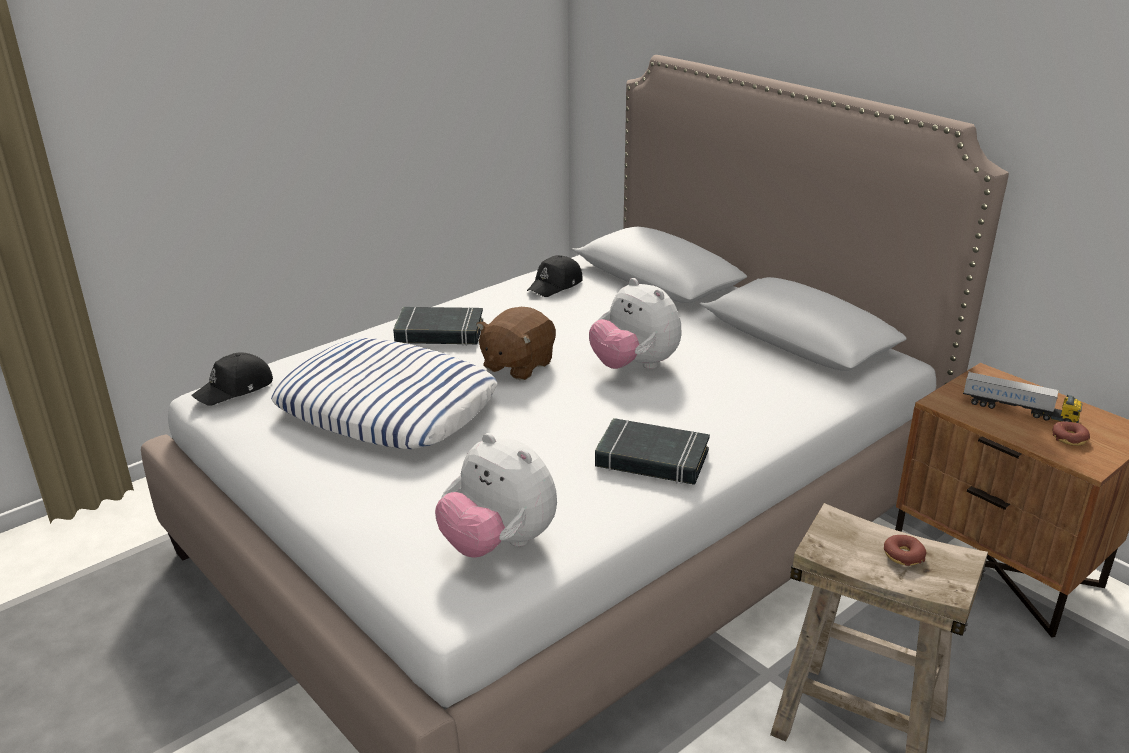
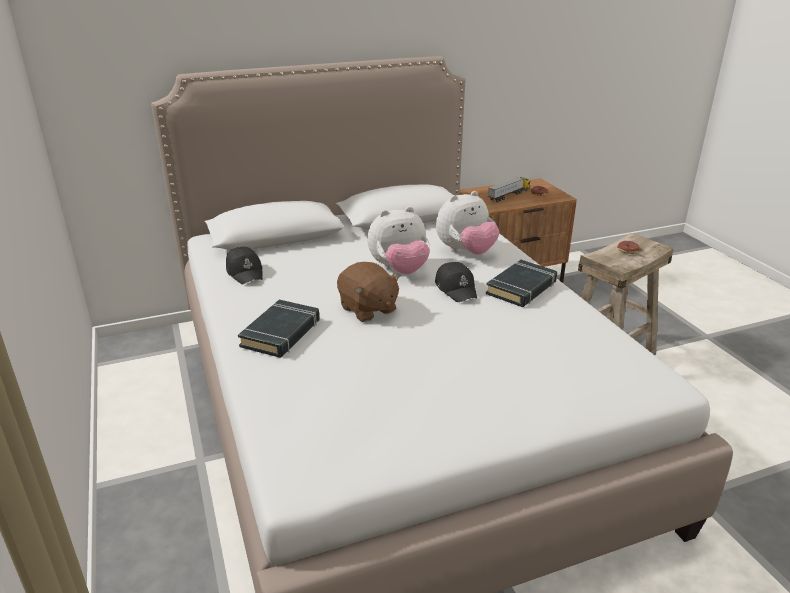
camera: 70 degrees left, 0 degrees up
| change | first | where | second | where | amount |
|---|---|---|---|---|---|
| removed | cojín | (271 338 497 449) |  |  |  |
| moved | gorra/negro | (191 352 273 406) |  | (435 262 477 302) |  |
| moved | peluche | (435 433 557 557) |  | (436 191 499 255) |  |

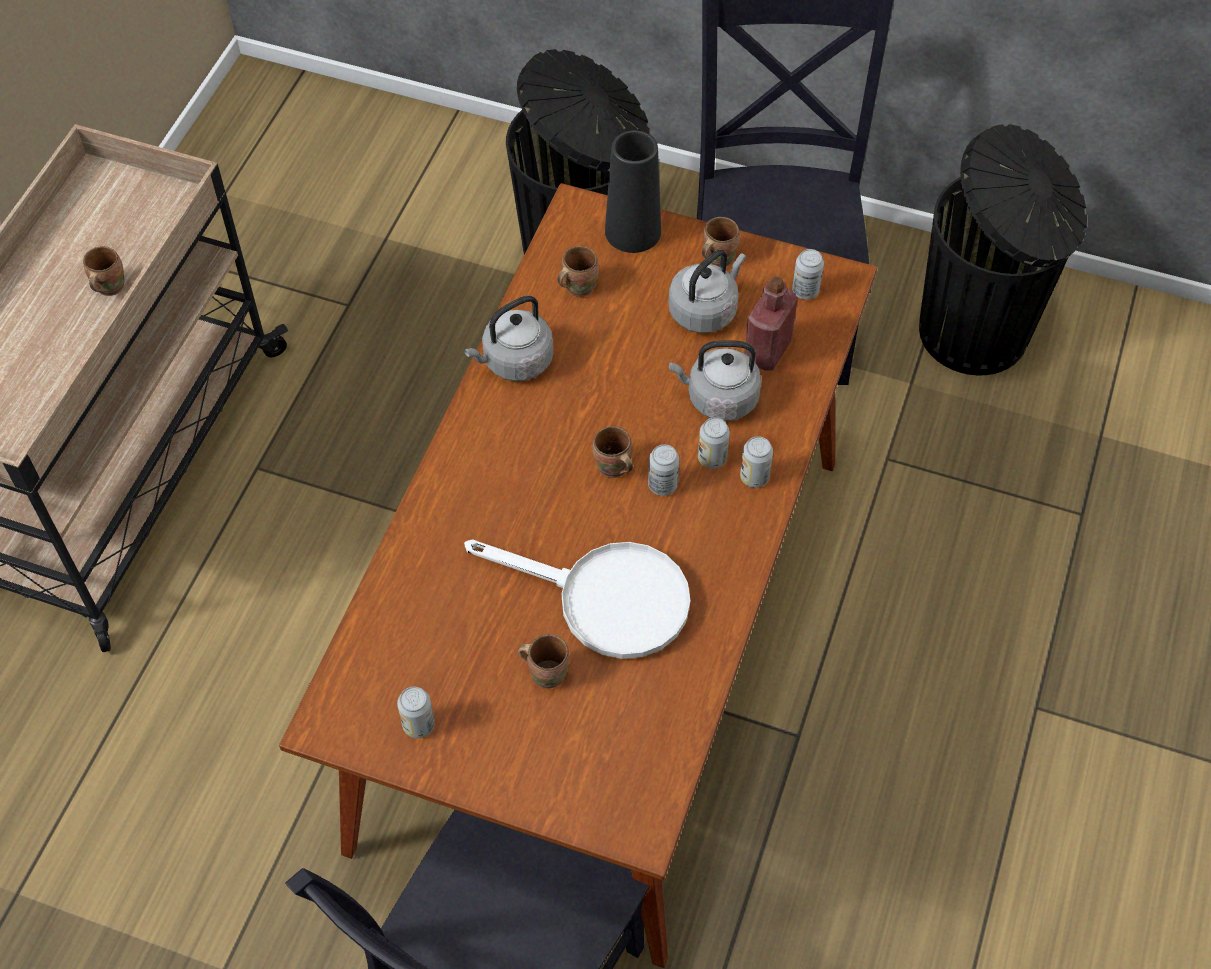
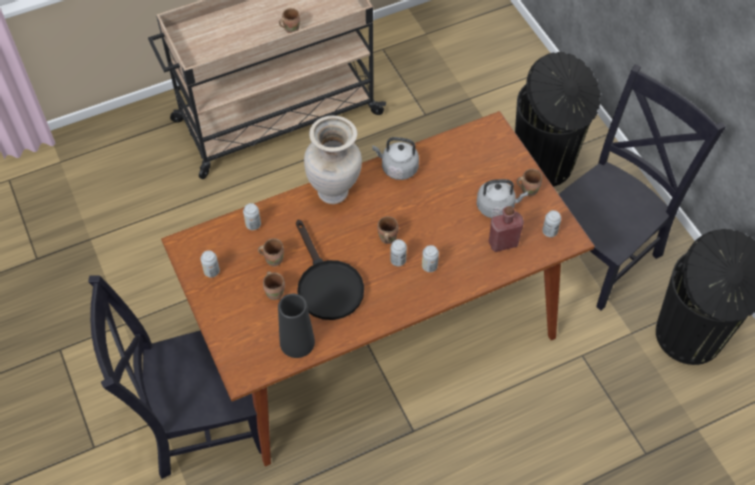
camera: 45 degrees right, 0 degrees up
| change | first | where | second | where | amount |
|---|---|---|---|---|---|
| moved | florero/negro | (605 130 661 253) |  | (278 294 315 358) |  |
| moved | taza grande/marrón | (558 246 599 297) |  | (258 238 284 267) |  |
| removed | hervidor/gris | (669 340 761 421) |  |  |  |
| moved | lata | (740 436 773 488) |  | (243 203 261 230) |  |
| recoloured | sartén/blanco | (464 539 690 659) | sartén/negro | (296 219 364 320) |  |
| added |  |  | florero/beis | (304 116 362 204) |  |

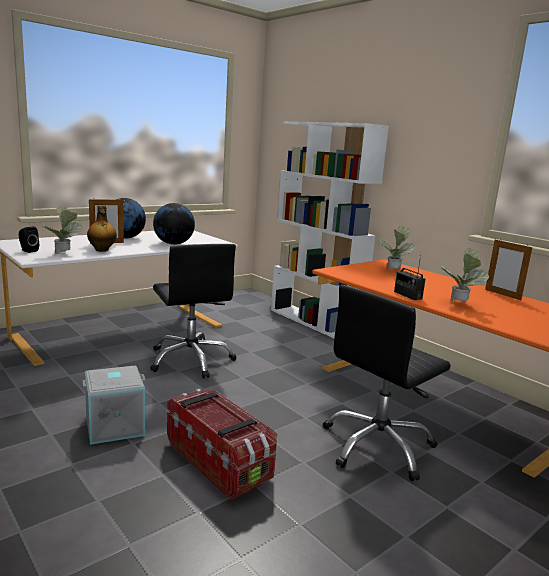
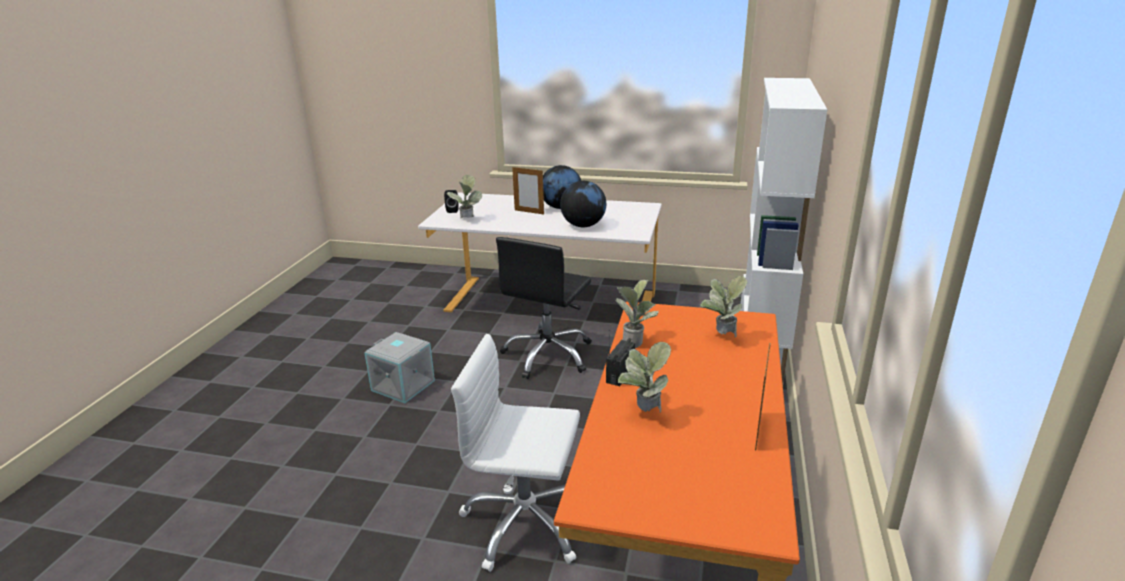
camera: 55 degrees right, 10 degrees up
| change | first | where | second | where | amount |
|---|---|---|---|---|---|
| removed | botella | (87 205 117 252) |  |  |  |
| recoloured | silla de oficina/negro | (323 285 451 481) | silla de oficina/blanco | (451 334 580 572) |  |
| removed | caja de almacenaje | (167 389 277 500) |  |  |  |
| added |  |  | planta en maceta | (615 280 659 348) |  |

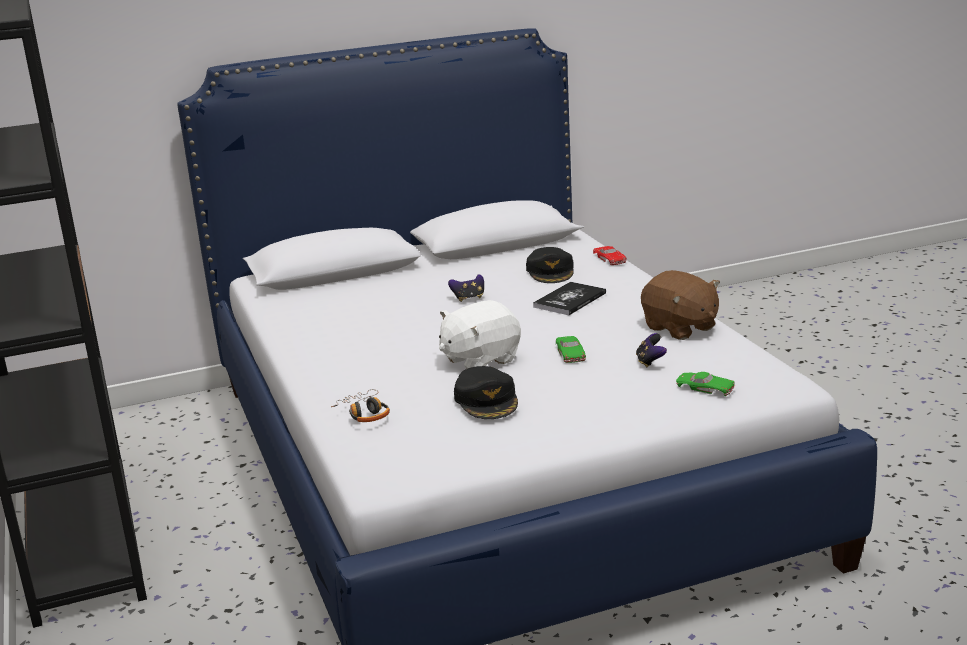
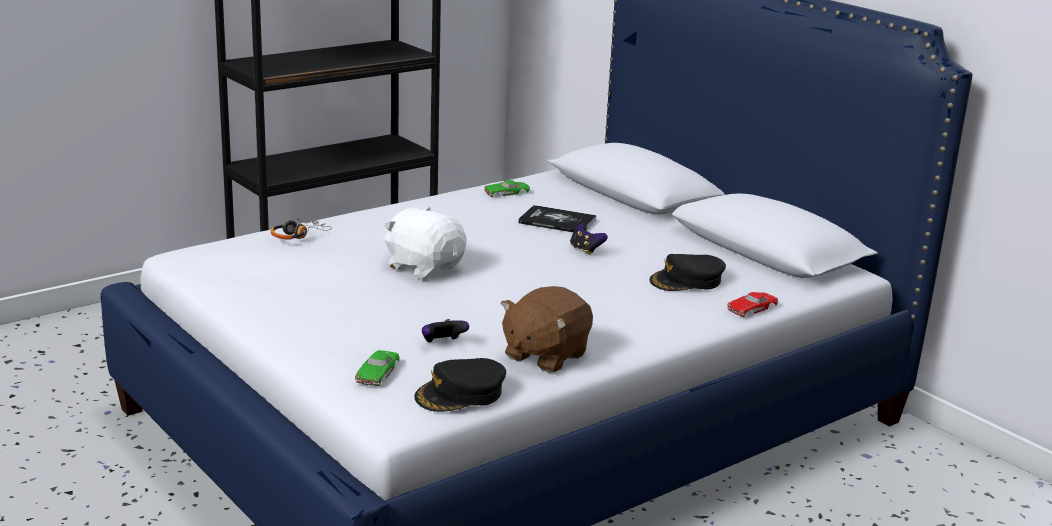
camera: 70 degrees right, 0 degrees up
| change | first | where | second | where | amount |
|---|---|---|---|---|---|
| moved | libro | (533 282 606 315) |  | (519 205 597 232) |  |
| moved | coche de juguete/verde | (556 336 586 363) |  | (484 180 530 197) |  |
| moved | gorra/negro | (454 366 518 419) |  | (414 358 506 412) |  |

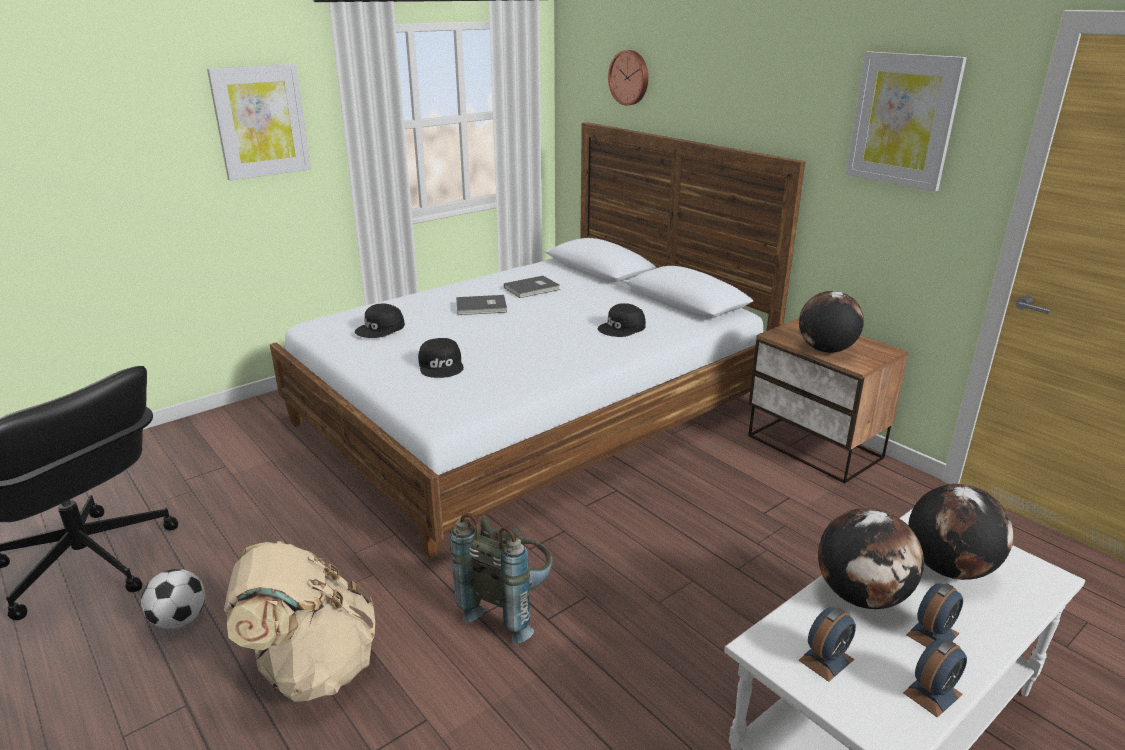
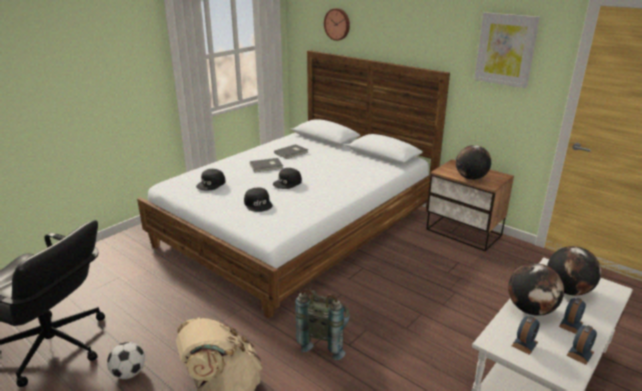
camera: 10 degrees left, 0 degrees up
| change | first | where | second | where | amount |
|---|---|---|---|---|---|
| removed | cuadro | (207 64 311 181) |  |  |  |
| moved | gorra/negro | (598 303 646 337) |  | (273 168 302 189) |  |

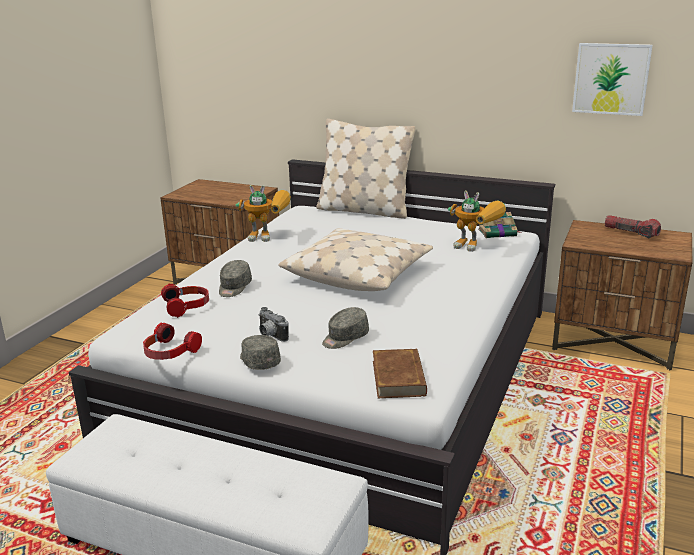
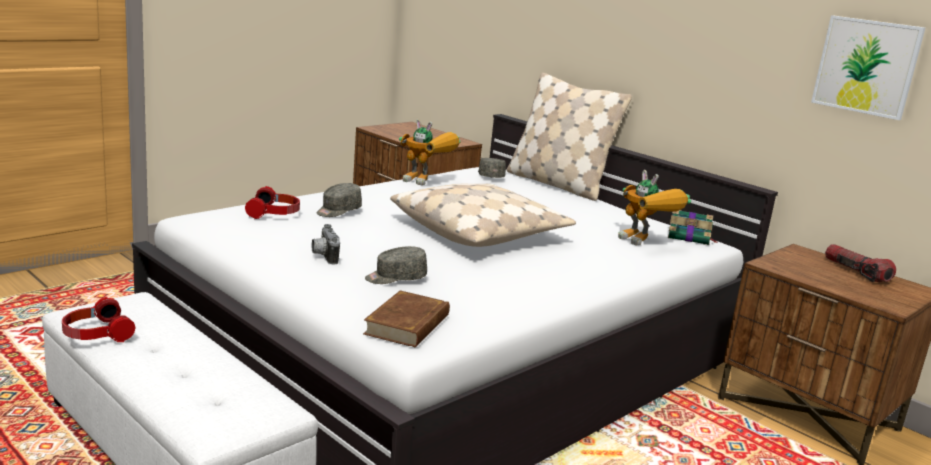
camera: 20 degrees right, 5 degrees down
| change | first | where | second | where | amount |
|---|---|---|---|---|---|
| moved | auriculares | (143 323 202 360) |  | (62 297 136 342) |  |
| moved | gorra/gris | (240 335 281 370) |  | (478 158 506 178) |  |

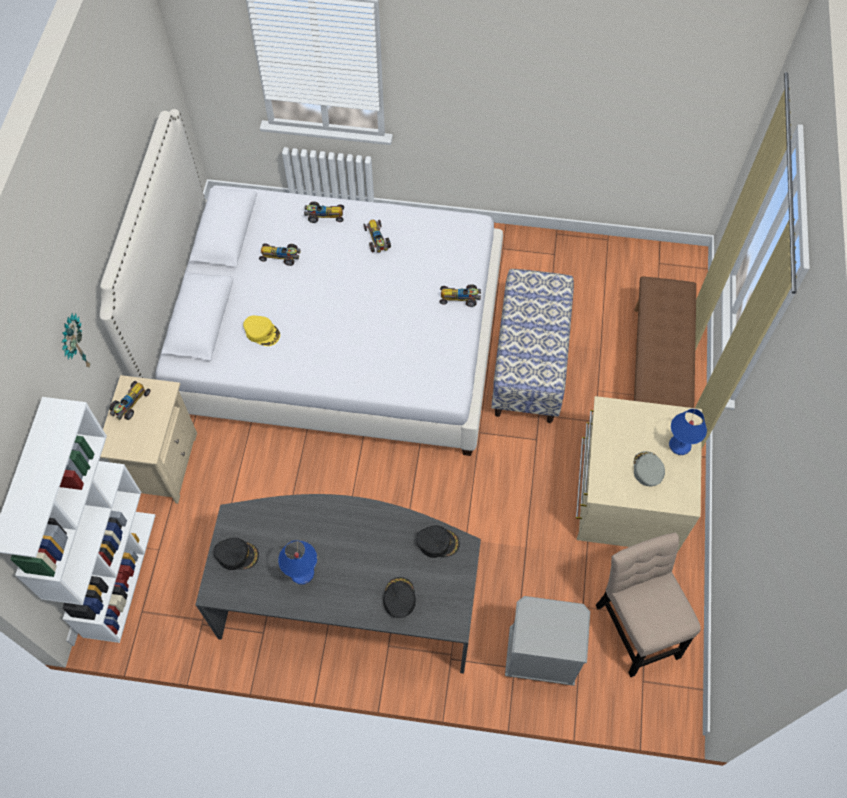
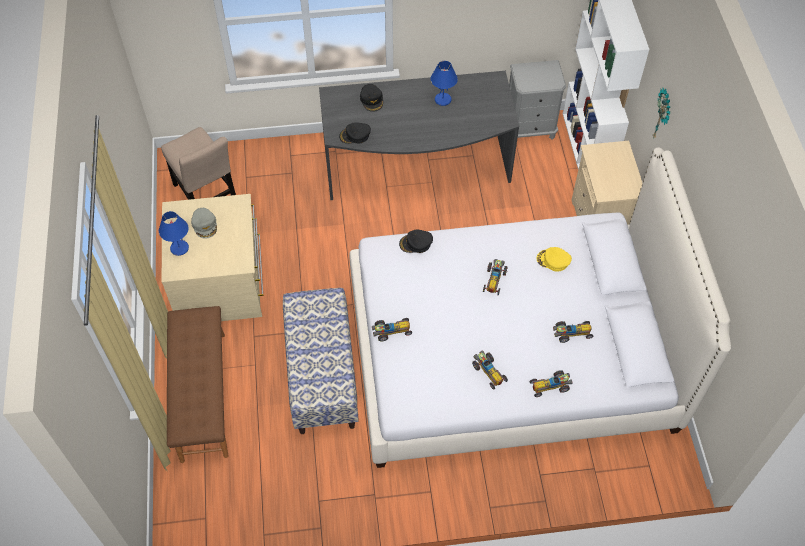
camera: 165 degrees right, 5 degrees down
| change | first | where | second | where | amount |
|---|---|---|---|---|---|
| moved | coche de juguete | (110 381 151 420) |  | (483 259 508 295) |  |
| moved | gorra/negro | (214 538 259 570) |  | (399 230 433 253) |  |
| moved | mesita de noche/gris | (505 596 590 686) |  | (509 60 566 140) |  |

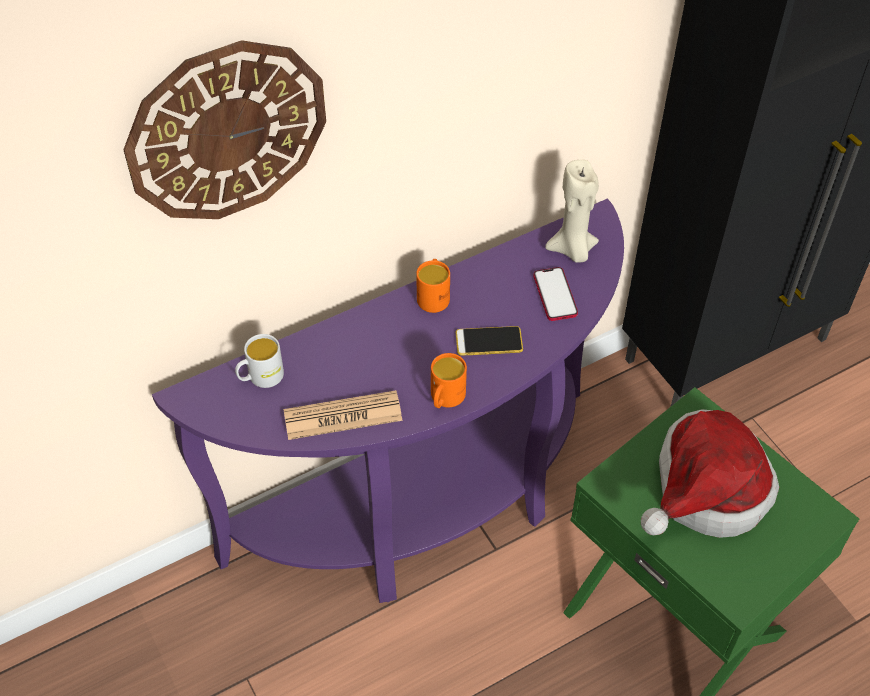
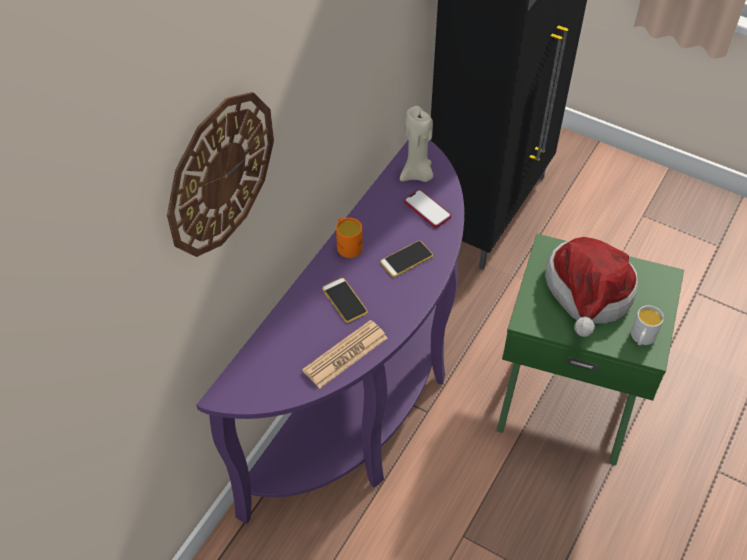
camera: 30 degrees left, 0 degrees up
| change | first | where | second | where | amount |
|---|---|---|---|---|---|
| moved | taza grande/blanco | (235 334 284 388) |  | (631 305 664 345) |  |
| removed | taza grande/naranja | (431 353 467 408) |  |  |  |
| added |  |  | móvil | (322 278 368 323) |  |

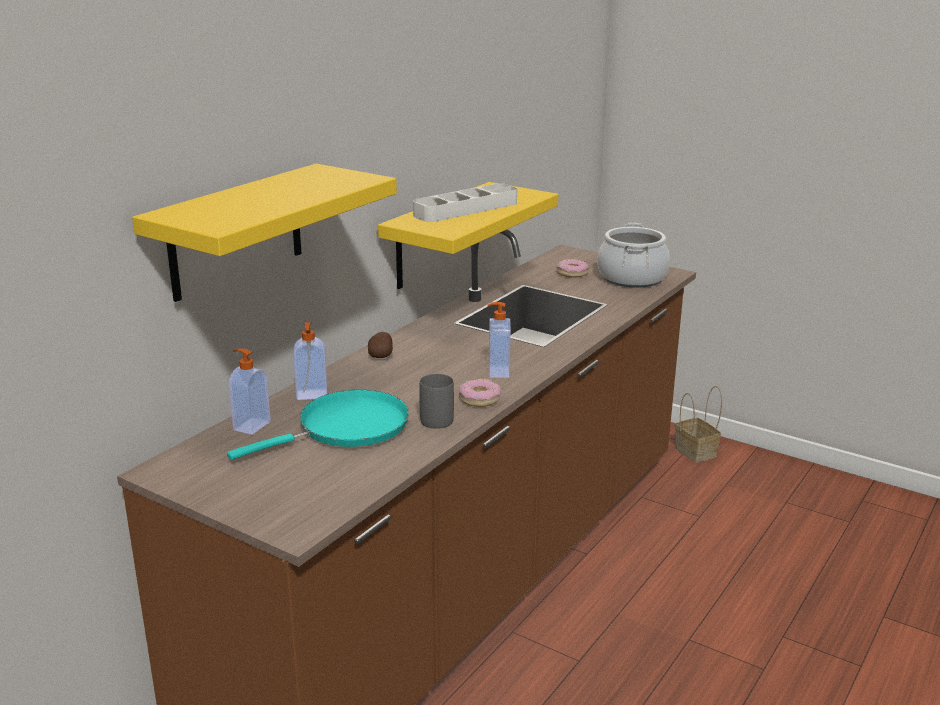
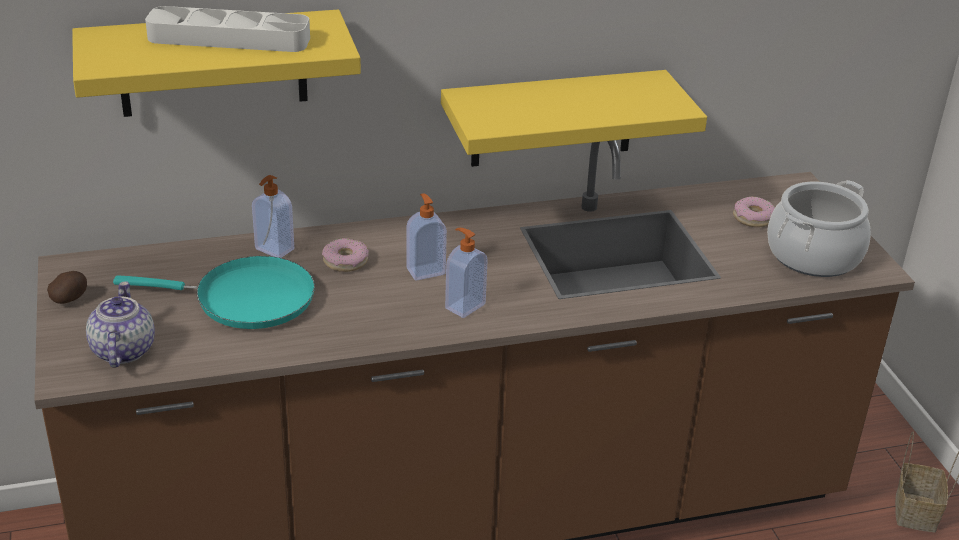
camera: 40 degrees right, 10 degrees up
| change | first | where | second | where | amount |
|---|---|---|---|---|---|
| moved | bandeja/blanco | (413 183 517 222) |  | (145 6 310 52) |  |
| moved | patata | (368 332 393 358) |  | (47 271 87 304) |  |
| moved | dispensador de jabón | (229 348 271 435) |  | (406 193 447 281) |  |
| removed | taza grande/gris | (419 374 454 429) |  |  |  |
| moved | rosquilla | (459 379 501 407) |  | (322 238 369 272) |  |
| added |  |  | tetera | (86 281 155 368) |  |

